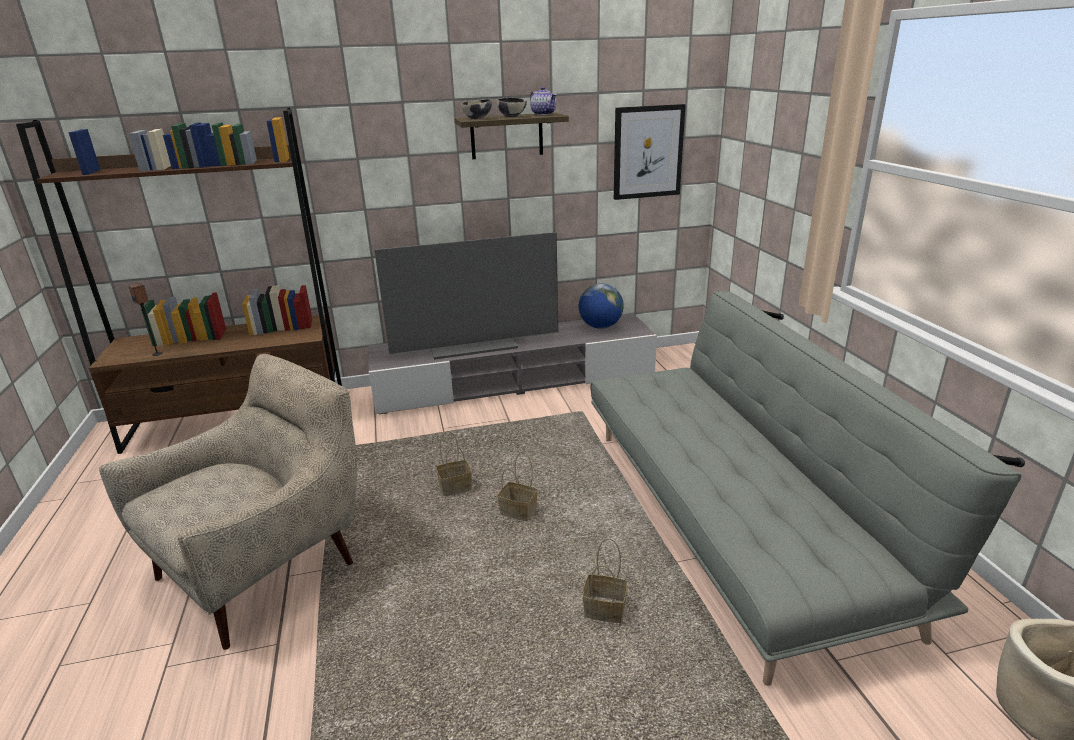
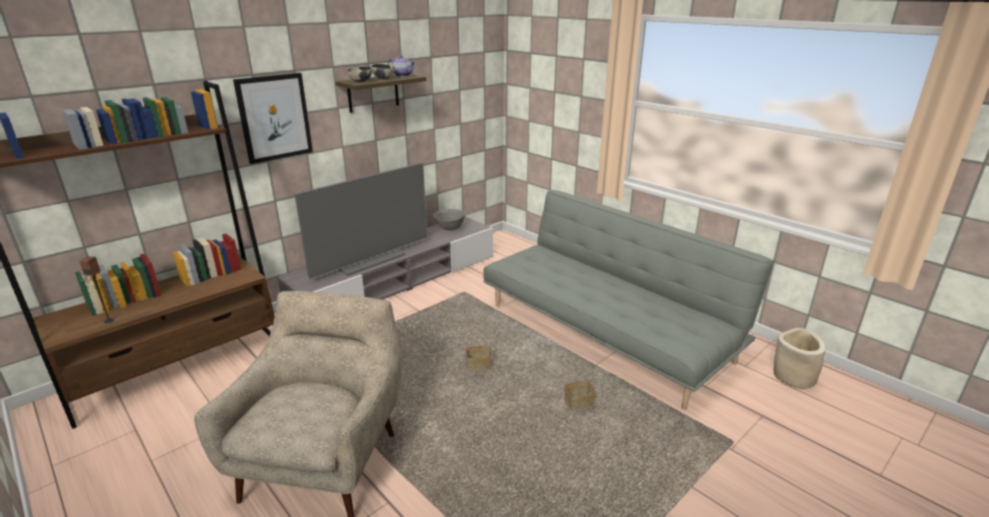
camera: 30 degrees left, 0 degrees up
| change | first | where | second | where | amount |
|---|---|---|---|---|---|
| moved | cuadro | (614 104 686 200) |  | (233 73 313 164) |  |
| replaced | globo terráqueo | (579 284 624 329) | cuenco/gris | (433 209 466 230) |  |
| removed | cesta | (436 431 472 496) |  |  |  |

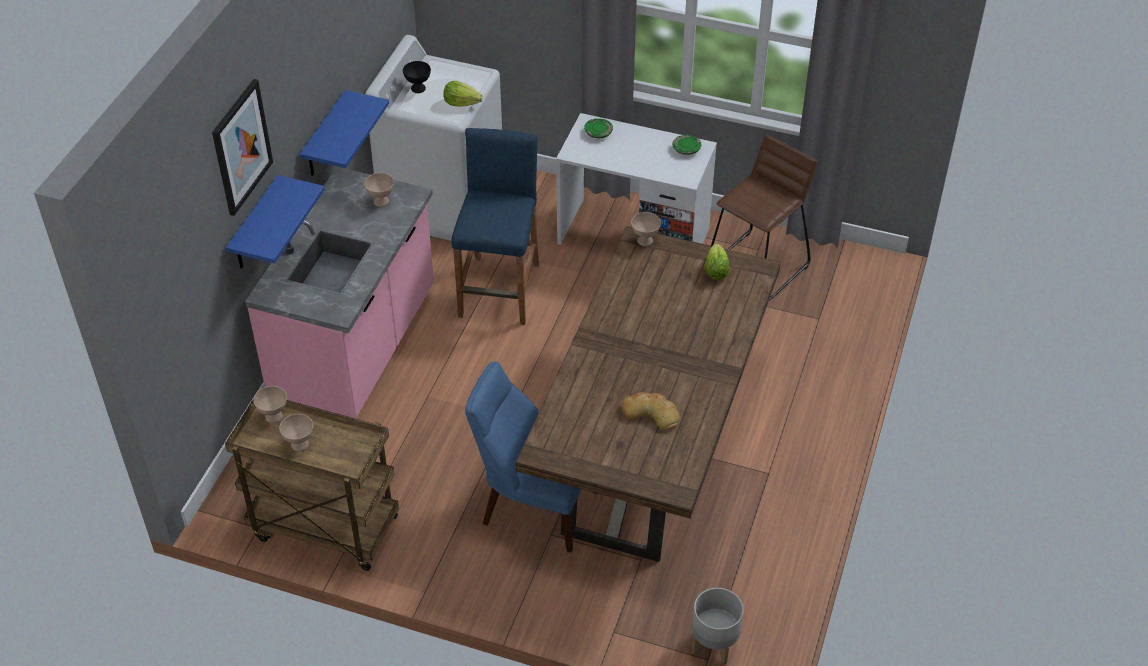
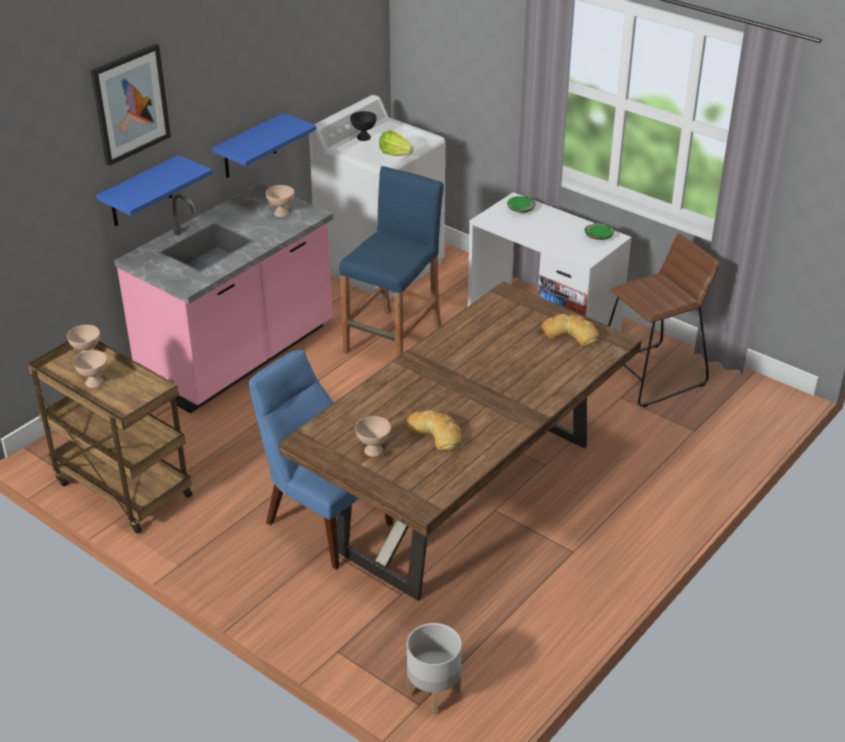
camera: 20 degrees right, 10 degrees down
| change | first | where | second | where | amount |
|---|---|---|---|---|---|
| moved | cuenco/beis | (631 212 661 246) |  | (355 416 391 457) |  |
| replaced | lechuga | (704 243 729 280) | pan | (542 314 599 346) |  |

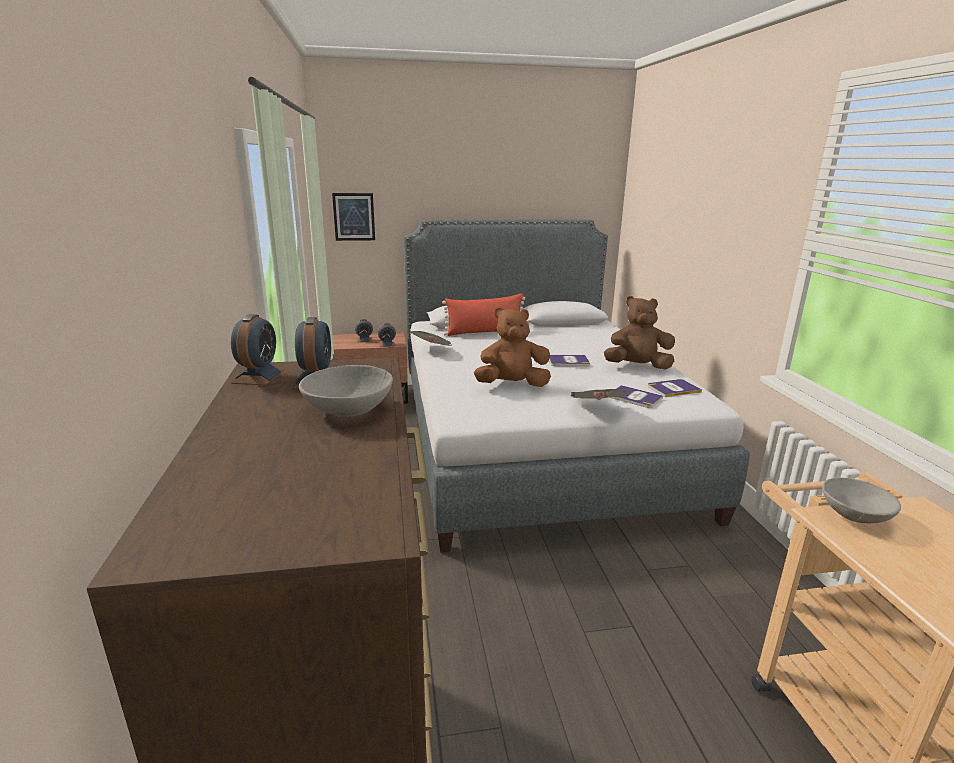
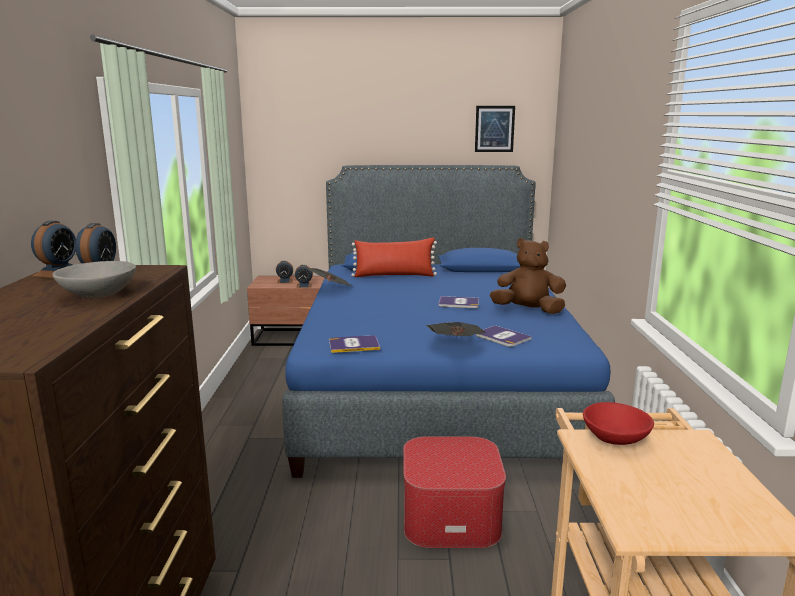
camera: 10 degrees right, 5 degrees down
| change | first | where | second | where | amount |
|---|---|---|---|---|---|
| moved | cuadro | (332 193 375 241) |  | (475 106 515 152) |  |
| recoloured | cama/gris | (404 219 750 553) | cama/azul | (283 165 615 478) |  |
| removed | peluche/marrón | (474 307 551 387) |  |  |  |
| moved | libro | (648 379 702 397) |  | (329 335 380 353) |  |
| recoloured | cuenco/gris | (822 478 901 523) | cuenco/rojo | (583 402 654 445) |  |
| added |  |  | puf | (403 436 506 548) |  |

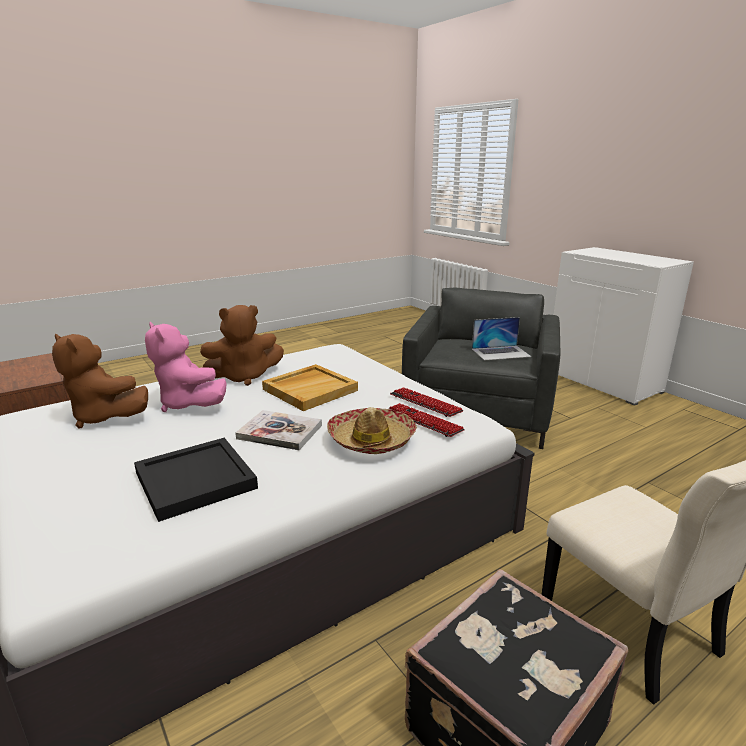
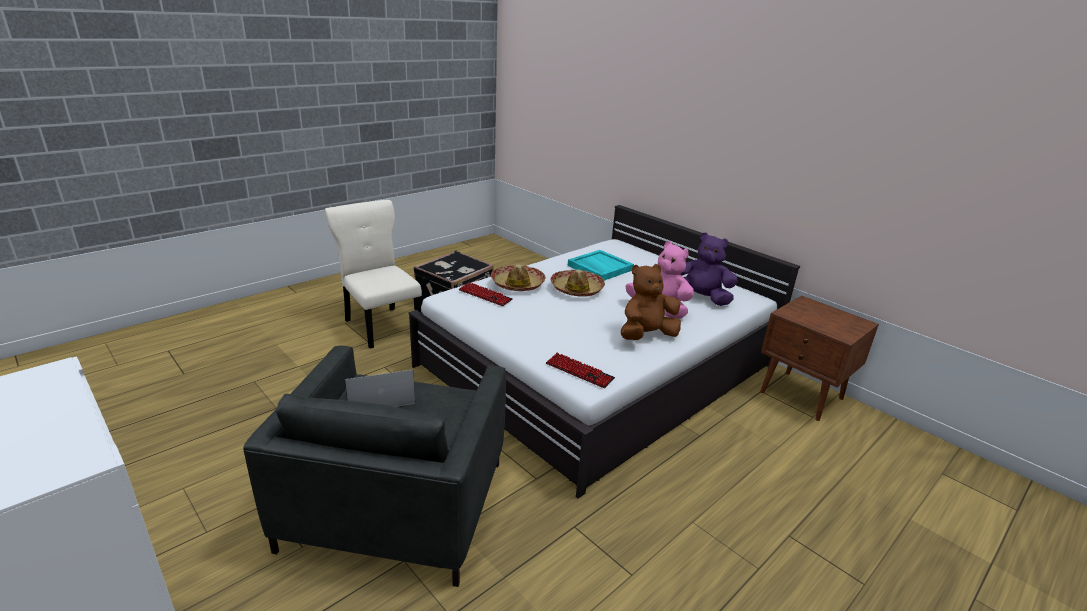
camera: 170 degrees right, 5 degrees up
| change | first | where | second | where | amount |
|---|---|---|---|---|---|
| recoloured | peluche/marrón | (52 333 148 428) | peluche/morado | (681 233 738 306) |  |
| removed | bandeja/beis | (262 364 358 411) |  |  |  |
| moved | teclado | (390 387 463 417) |  | (546 352 615 388) |  |
| replaced | libro | (235 410 322 450) | sombrero | (551 269 605 297) |  |
| recoloured | bandeja/negro | (134 438 258 522) | bandeja/turquesa | (568 250 634 281) |  |

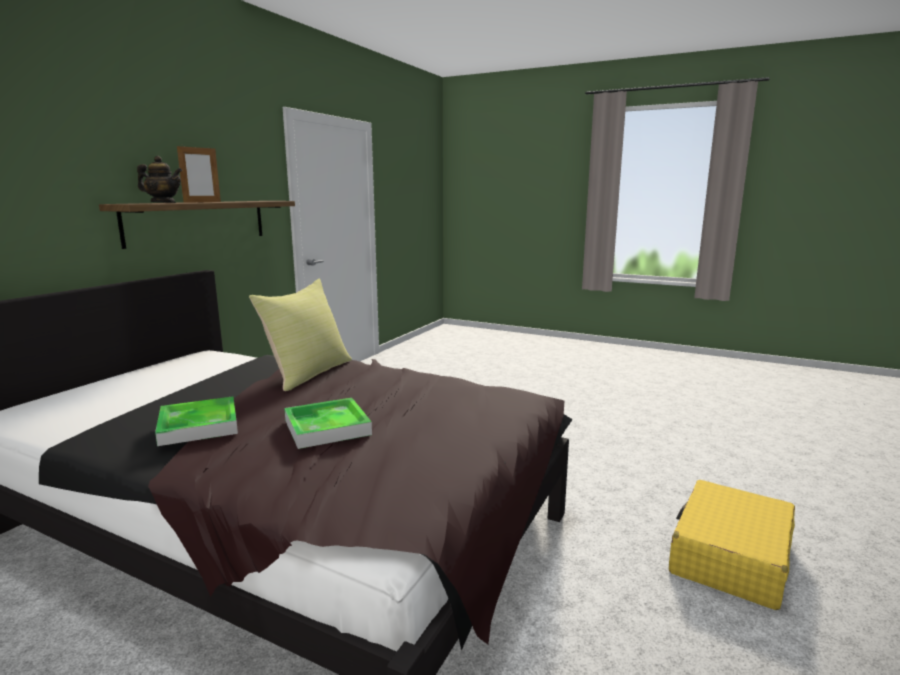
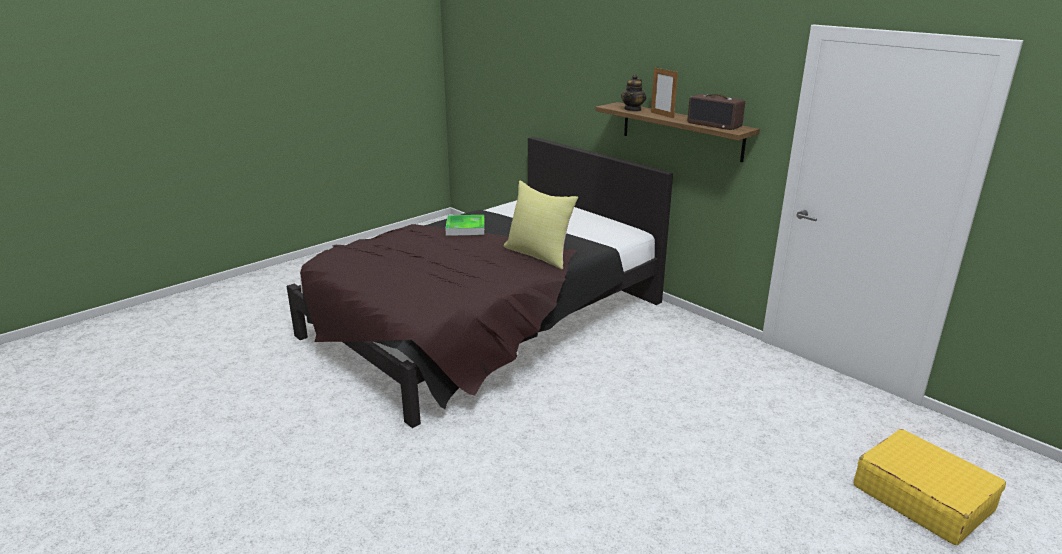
camera: 110 degrees right, 10 degrees up
| change | first | where | second | where | amount |
|---|---|---|---|---|---|
| removed | bandeja | (284 398 372 449) |  |  |  |
| moved | maleta/amarillo | (669 480 795 610) |  | (854 429 1006 545) |  |
| added |  |  | radio | (688 94 745 130) |  |

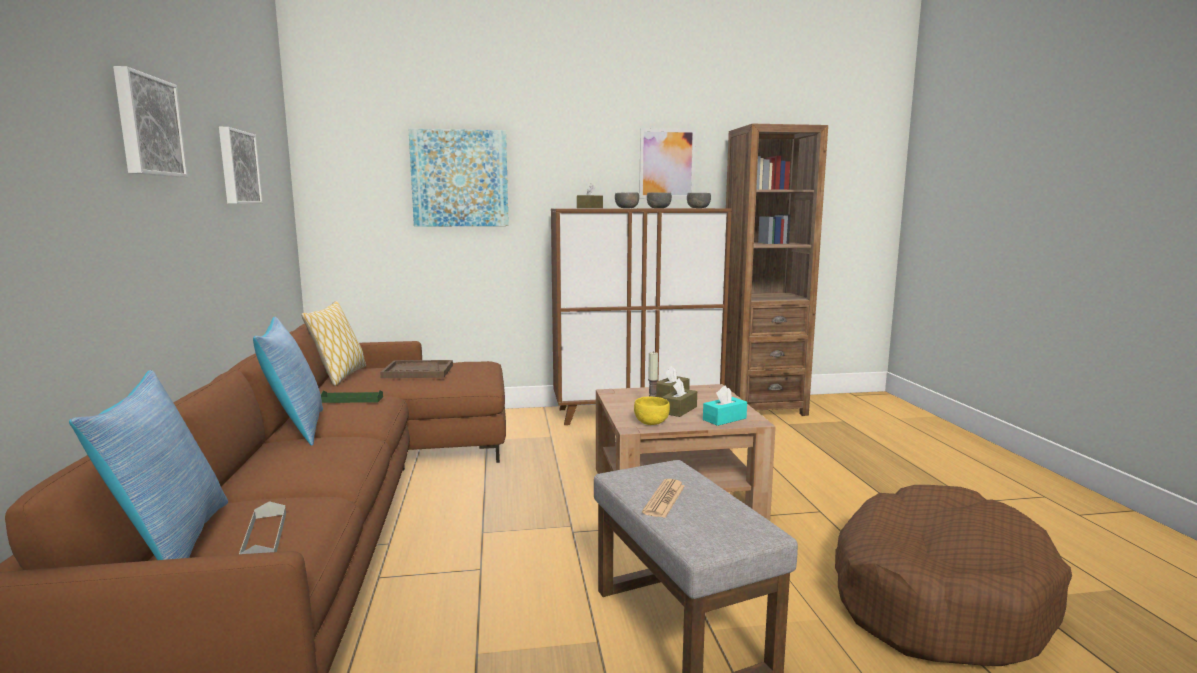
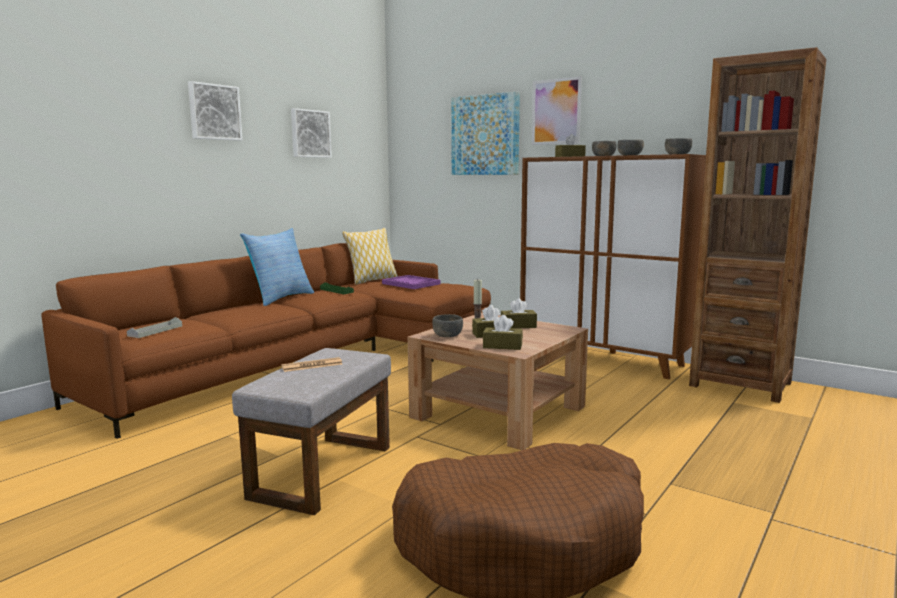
camera: 45 degrees right, 0 degrees up
| change | first | where | second | where | amount |
|---|---|---|---|---|---|
| moved | cuadro | (639 128 696 198) |  | (532 76 582 145) |  |
| recoloured | bandeja/marrón | (380 360 453 378) | bandeja/morado | (382 275 440 289) |  |
| removed | cojín | (69 370 228 560) |  |  |  |
| recoloured | caja de pañuelos/turquesa | (703 385 747 426) | caja de pañuelos/marrón | (483 315 523 350) |  |
| recoloured | cuenco/amarillo | (634 396 670 425) | cuenco/gris | (432 314 463 337) |  |

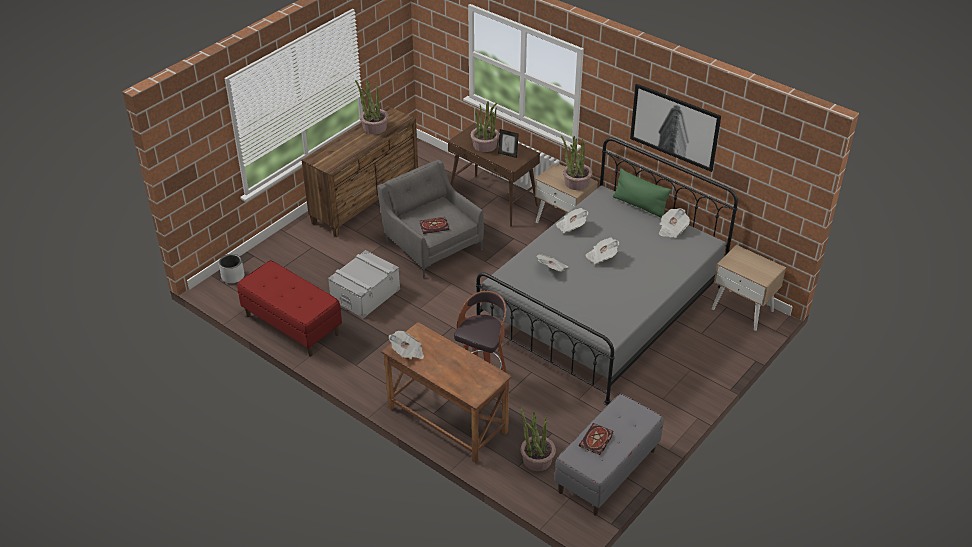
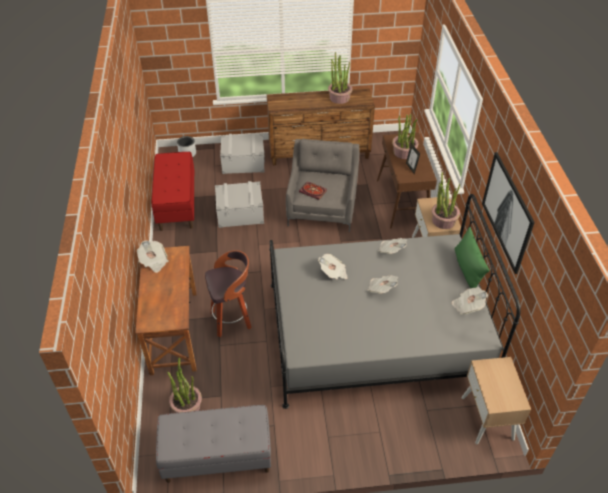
camera: 45 degrees right, 5 degrees up
| change | first | where | second | where | amount |
|---|---|---|---|---|---|
| removed | libro | (579 423 614 455) |  |  |  |
| added |  |  | caja de almacenaje/gris | (220 133 265 174) |  |

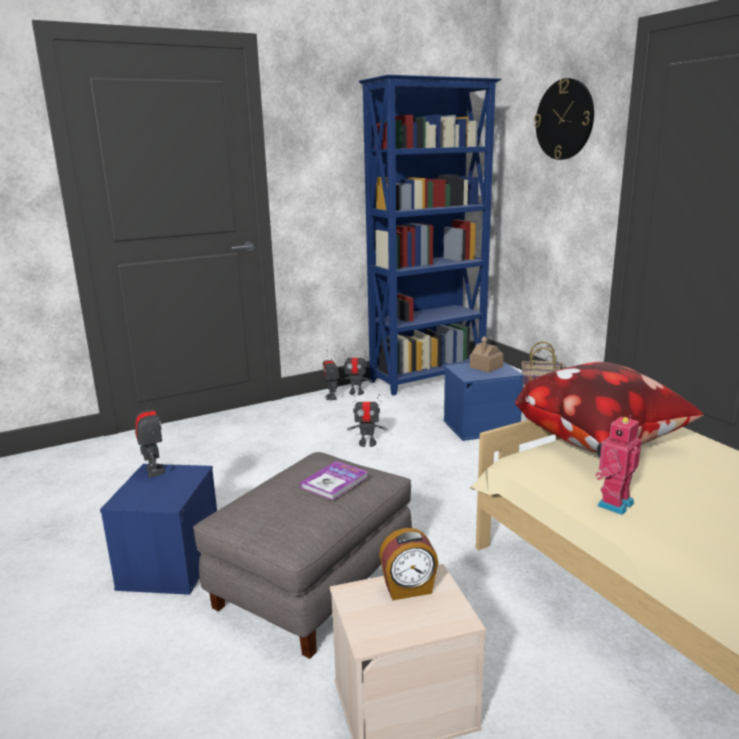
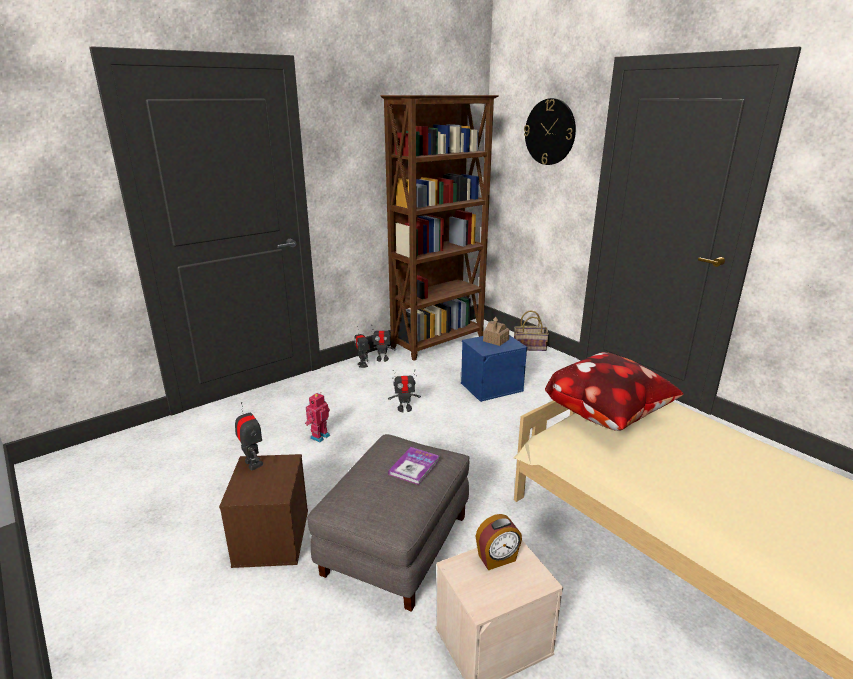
camera: 10 degrees left, 5 degrees up
| change | first | where | second | where | amount |
|---|---|---|---|---|---|
| recoloured | estantería/azul | (358 75 502 396) | estantería/marrón | (381 95 499 361) |  |
| moved | robot de juguete | (595 415 642 515) |  | (305 392 330 442) |  |
| recoloured | caja de almacenaje/azul | (100 464 217 595) | caja de almacenaje/marrón | (219 454 308 568) |  |

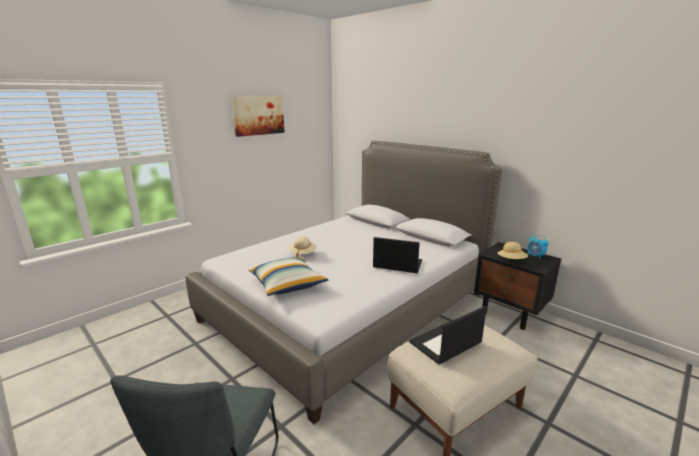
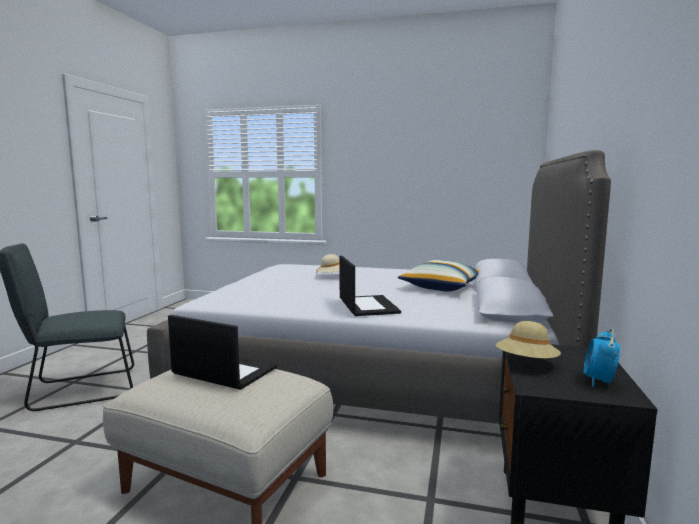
camera: 60 degrees right, 10 degrees down
| change | first | where | second | where | amount |
|---|---|---|---|---|---|
| removed | cuadro | (232 96 285 137) |  |  |  |
| moved | cojín | (248 257 328 296) |  | (398 260 479 291) |  |

